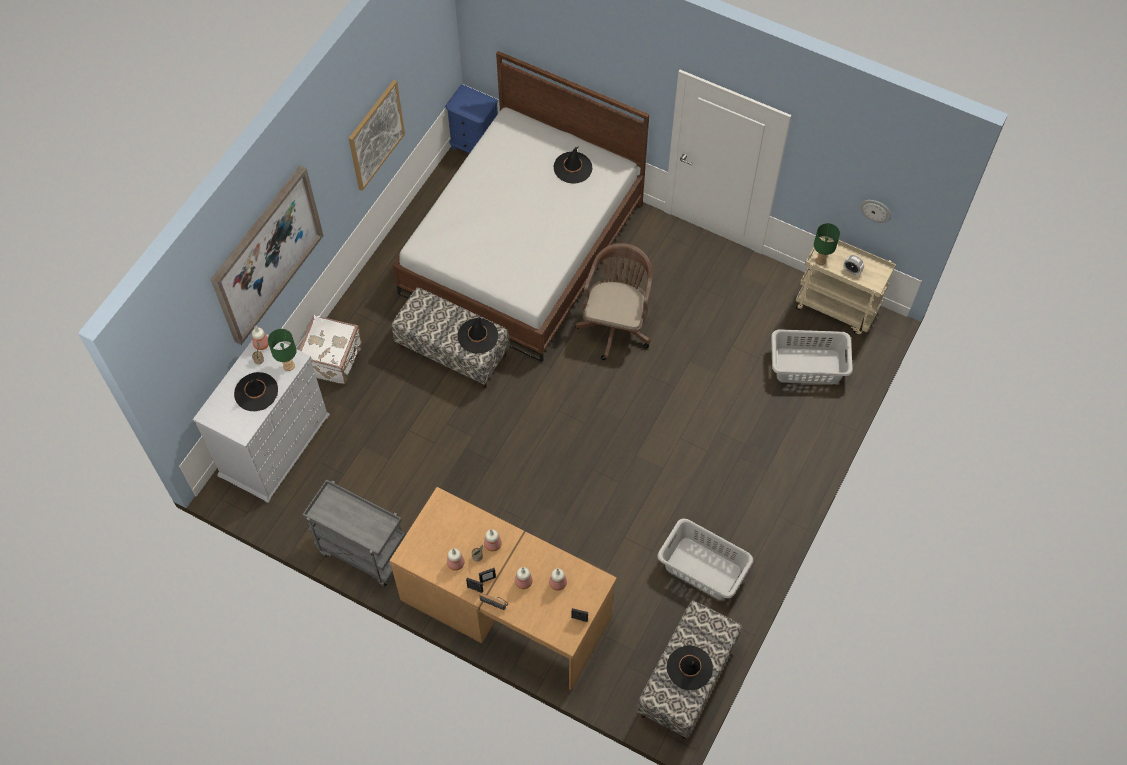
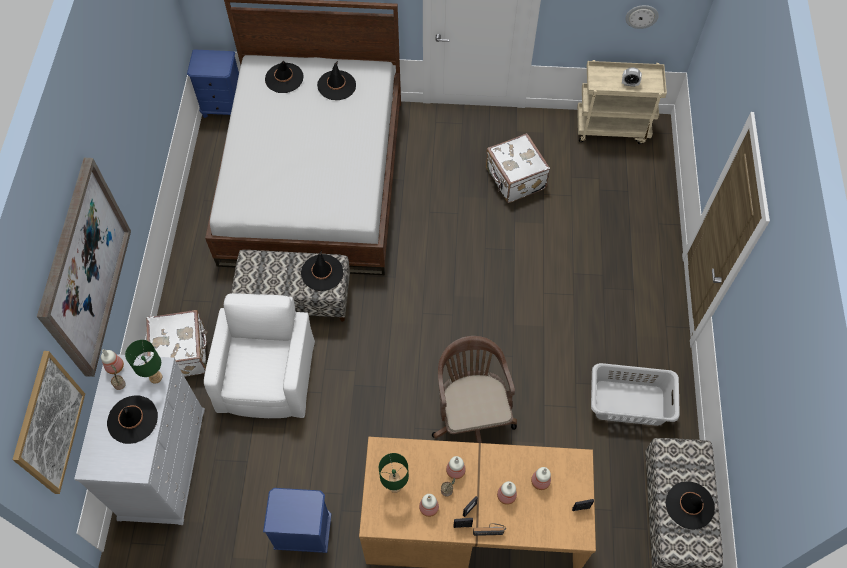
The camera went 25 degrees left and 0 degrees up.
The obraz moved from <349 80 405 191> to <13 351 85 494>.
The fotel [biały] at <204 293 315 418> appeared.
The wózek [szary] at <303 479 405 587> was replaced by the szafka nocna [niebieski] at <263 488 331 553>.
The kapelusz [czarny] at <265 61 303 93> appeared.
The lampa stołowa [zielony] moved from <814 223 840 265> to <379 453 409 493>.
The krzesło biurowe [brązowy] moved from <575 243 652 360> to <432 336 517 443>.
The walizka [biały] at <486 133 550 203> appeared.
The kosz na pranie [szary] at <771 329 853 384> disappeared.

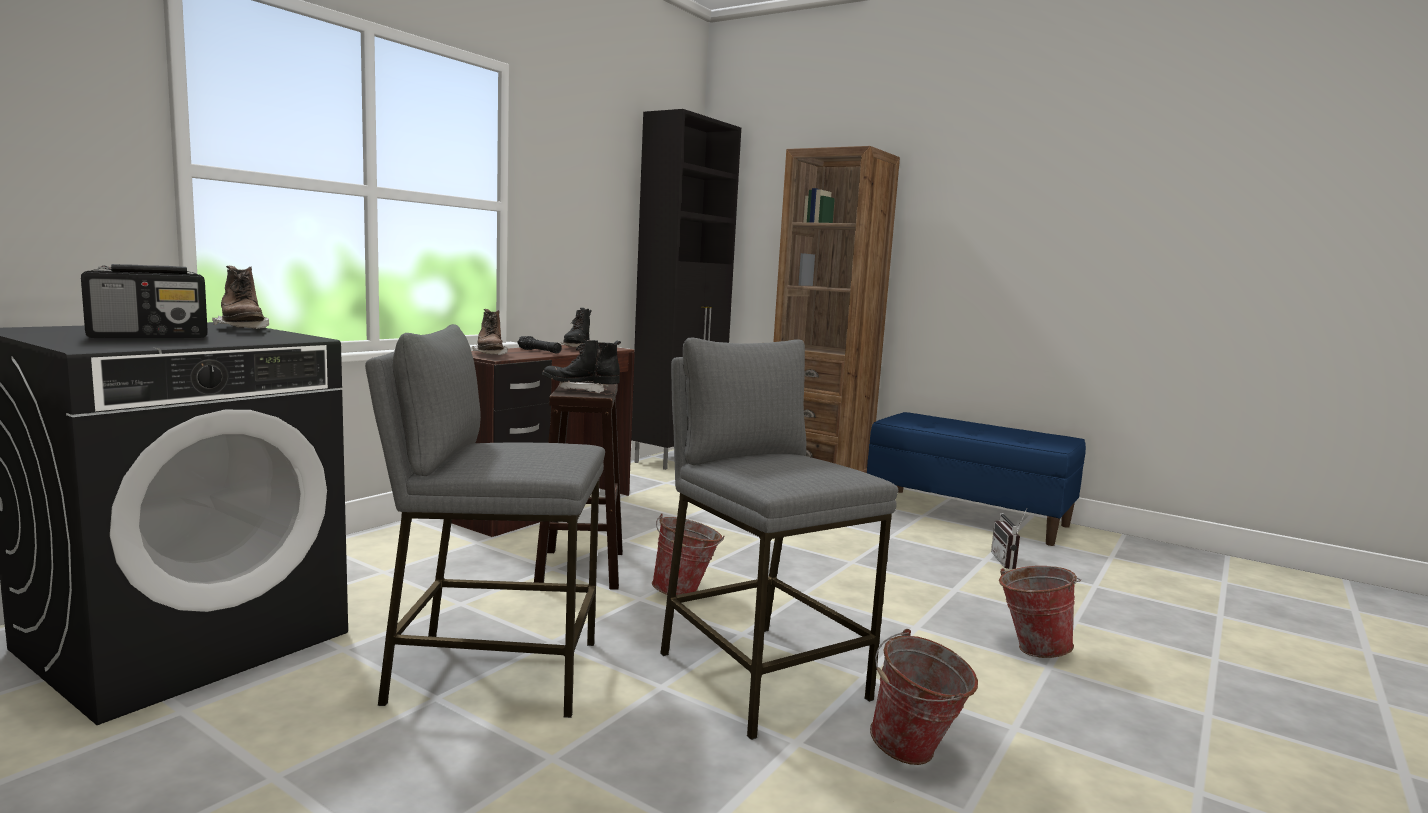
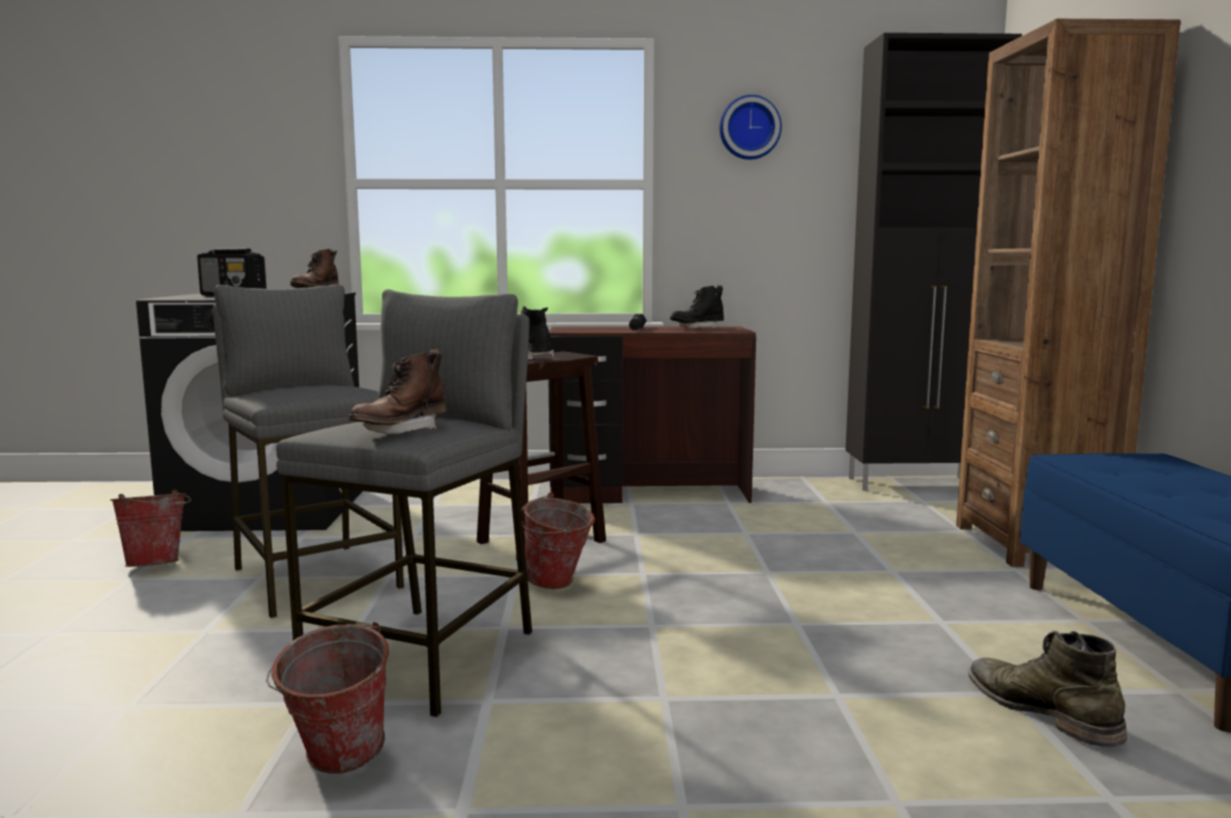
The camera went 55 degrees right and 0 degrees up.
The wiadro moved from <999 566 1081 658> to <110 490 191 567>.
The but z cholewką [brązowy] moved from <472 309 508 355> to <348 349 446 434>.
The zegar ścienny at <720 95 782 160> appeared.
The radio at <991 508 1027 569> was replaced by the but z cholewką [zielony] at <968 631 1127 747>.

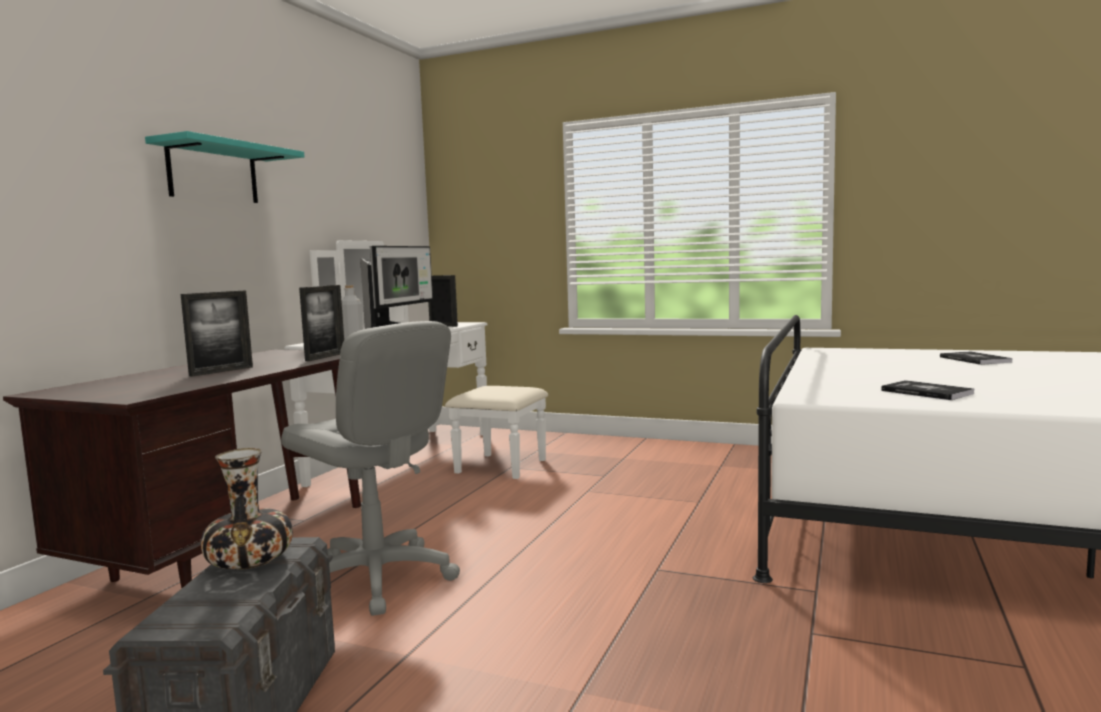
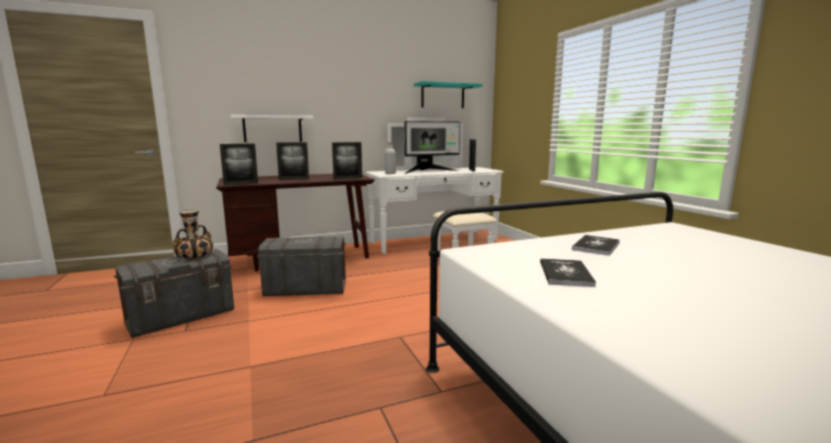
The camera went 45 degrees right and 5 degrees up.
The ramka na zdjęcie at <220 144 258 185> appeared.
The półka [biały] at <231 115 313 142> appeared.
The krzesło biurowe [szary] at <281 321 460 616> was replaced by the pojemnik do przechowywania [szary] at <257 236 346 296>.
The półka [turkusowy] moved from <145 131 305 203> to <414 81 483 108>.
The książka moved from <940 351 1013 365> to <572 235 620 256>.

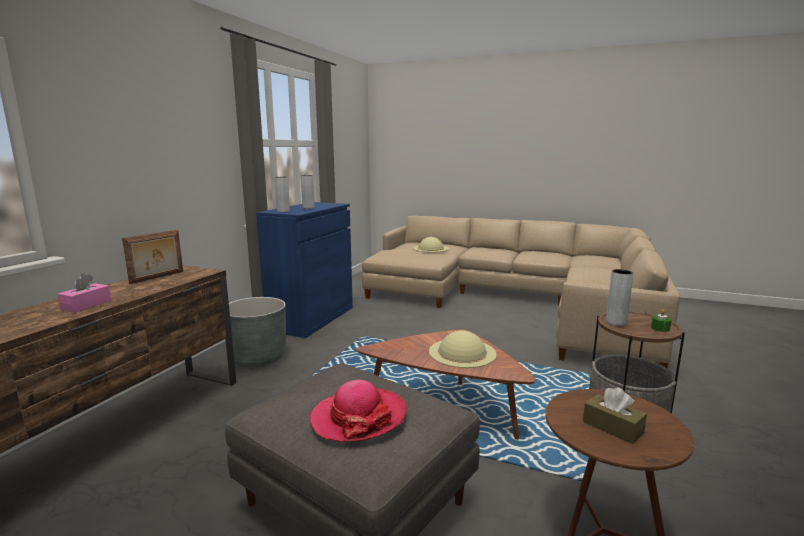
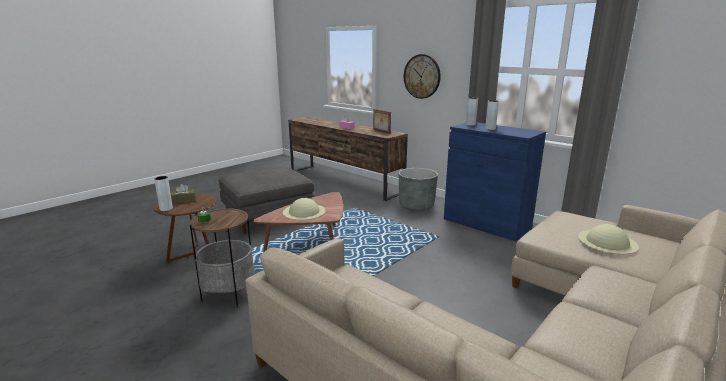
The camera went 110 degrees right and 5 degrees up.
The wazon [szary] moved from <606 269 634 326> to <154 176 173 211>.
The zegar ścienny at <404 54 441 99> appeared.
The kapelusz at <309 380 407 442> disappeared.

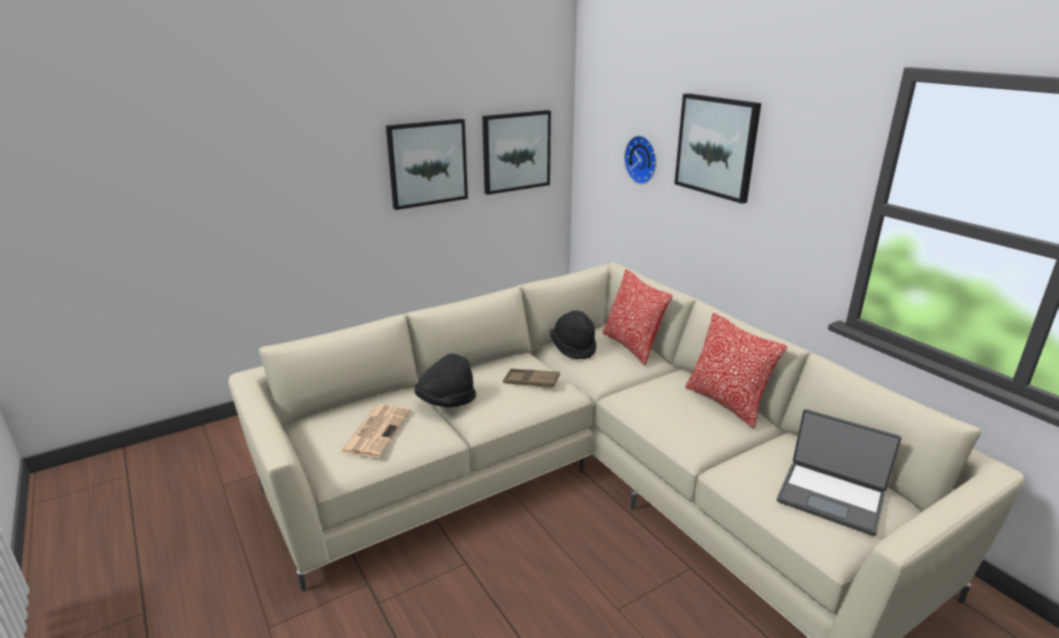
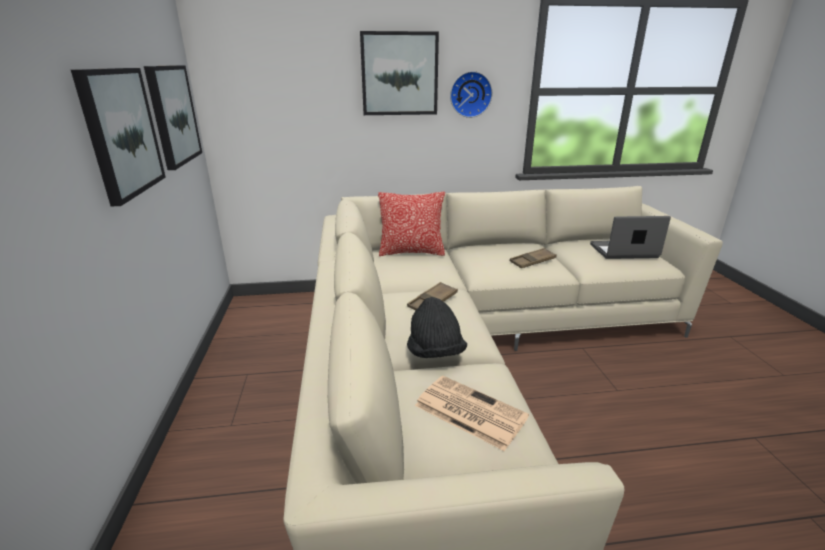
The camera went 65 degrees left and 0 degrees up.
The zegar ścienny moved from <624 135 657 184> to <450 71 492 118>.
The taca [brązowy] at <510 248 557 268> appeared.
The laptop at <777 409 902 536> turned 150 degrees counterclockwise.
The kapelusz [czarny] at <550 310 596 359> disappeared.
The poduszka at <685 313 787 429> disappeared.

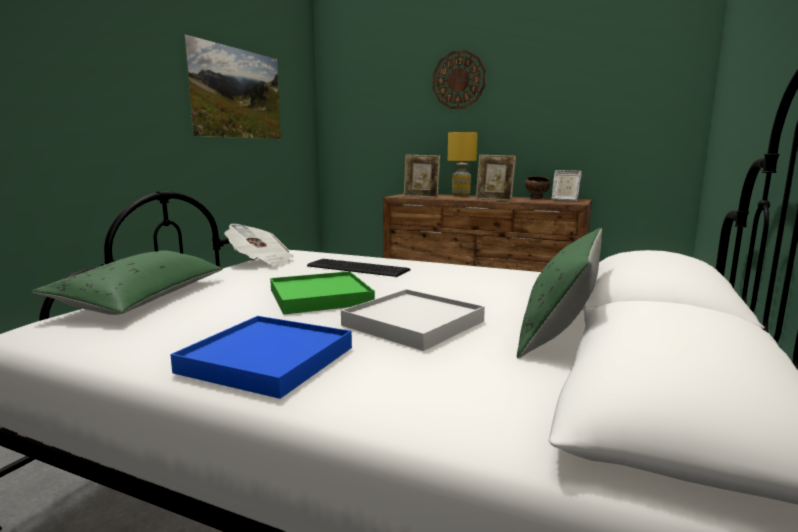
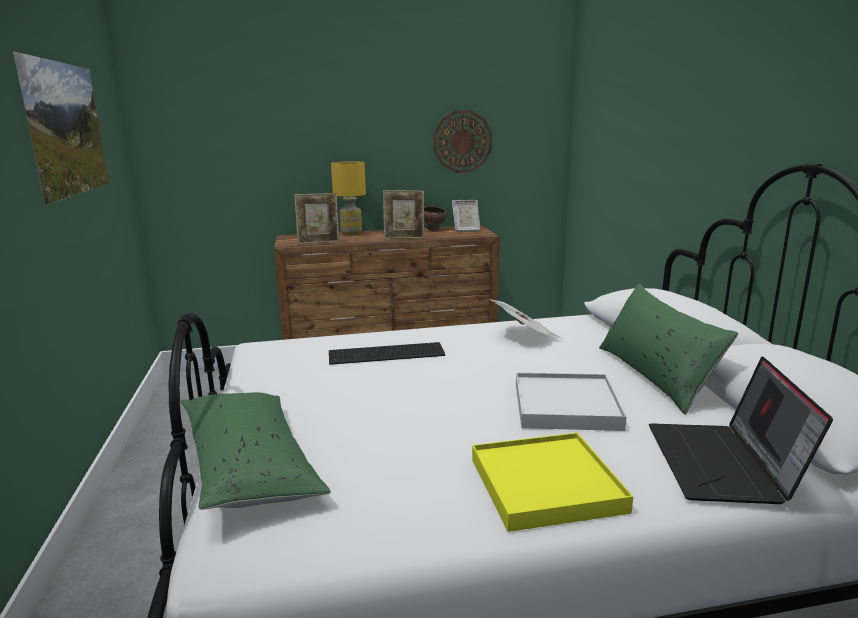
The camera went 35 degrees left and 5 degrees up.
The zegar ścienny moved from <432 50 486 109> to <433 110 492 173>.
The taca [niebieski] at <170 316 352 399> became the taca [żółty] at <472 433 633 532>.
The gazeta moved from <224 224 293 267> to <488 299 562 338>.
The laptop at <649 356 833 504> appeared.
The taca [zielony] at <270 271 375 315> disappeared.

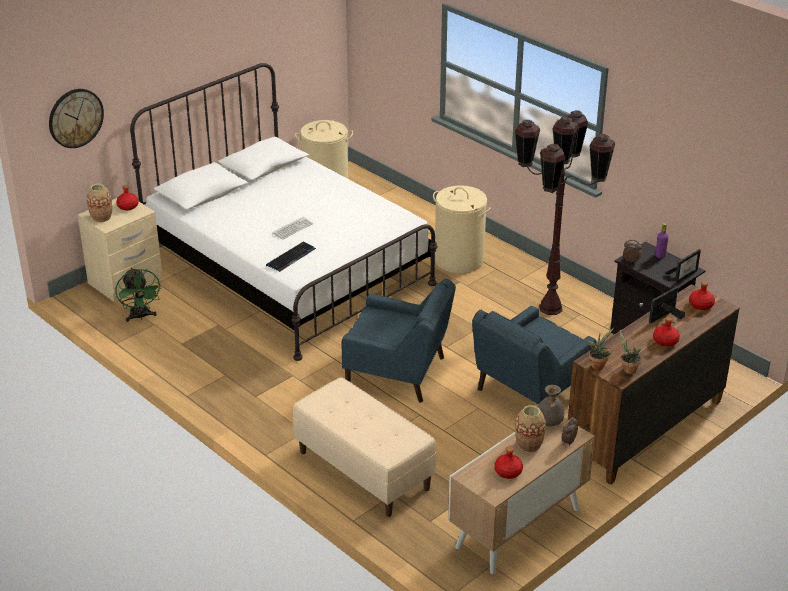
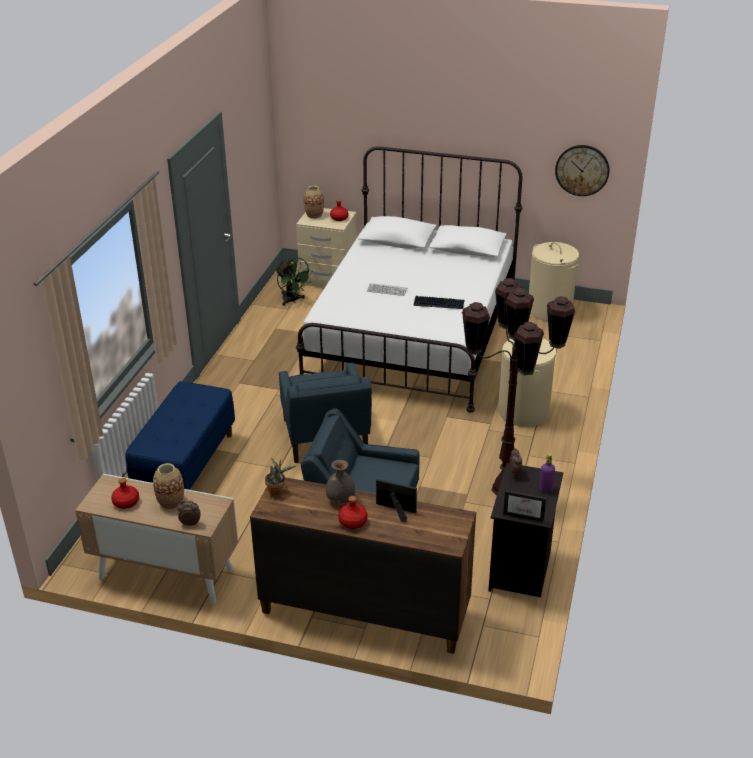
The camera went 60 degrees right and 0 degrees up.
The ławka [beżowy] at <293 377 437 517> became the ławka [niebieski] at <125 381 235 490>.
The wentylator [zielony] at <115 268 161 322> turned 75 degrees counterclockwise.
The wazon [szary] moved from <538 385 564 427> to <326 460 356 503>.
The klawiatura moved from <266 242 316 272> to <413 296 464 309>.
The zegar ścienny moved from <49 89 104 148> to <555 145 609 196>.
The roślina doniczkowa at <620 331 641 374> disappeared.
The butelka [czerwony] at <689 281 715 310> disappeared.

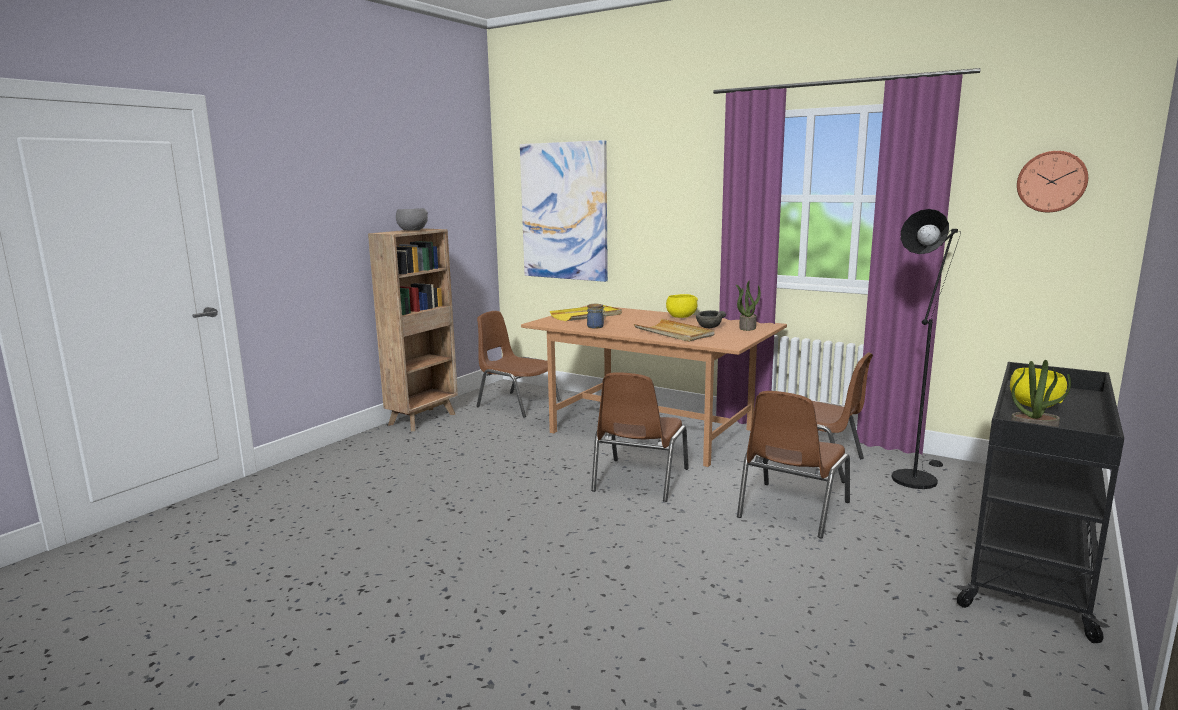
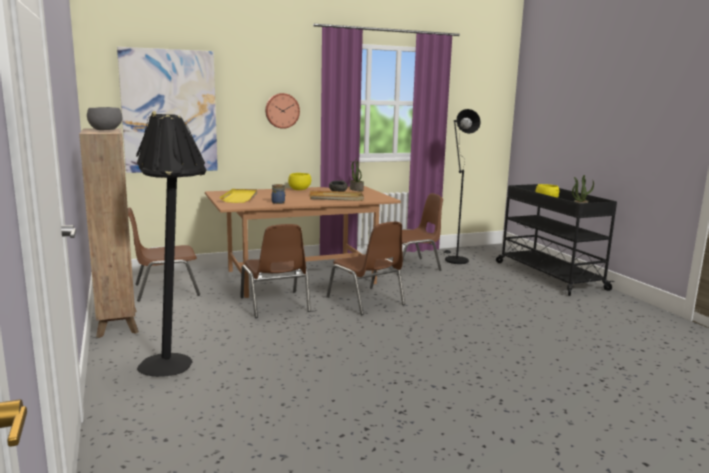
The camera went 55 degrees left and 0 degrees up.
The lampa stojąca [czarny] at <136 111 206 377> appeared.
The krzesło [brązowy] moved from <737 391 850 539> to <240 224 311 318>.
The zegar ścienny moved from <1017 151 1088 212> to <265 93 300 129>.

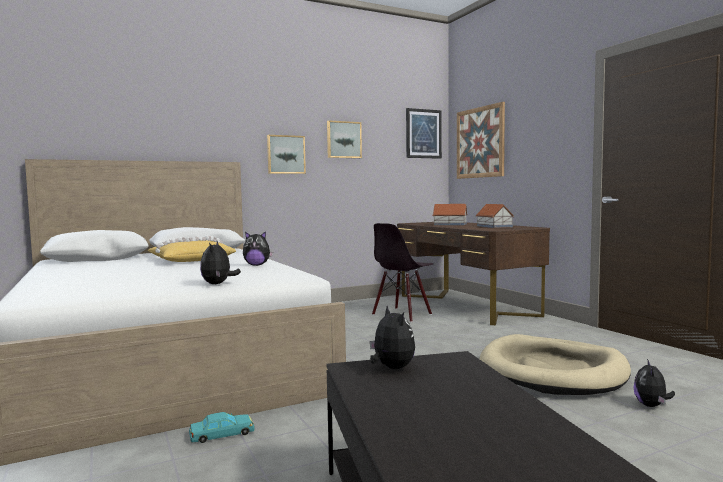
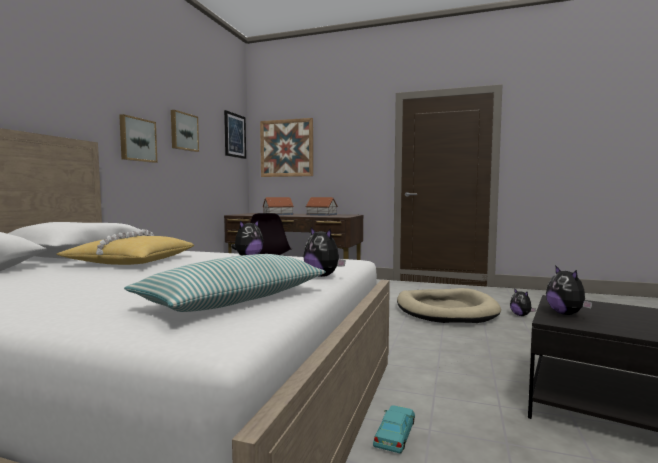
The camera went 45 degrees left and 0 degrees up.
The poduszka at <124 254 326 312> appeared.
The pluszak at <370 306 415 369> turned 120 degrees counterclockwise.

